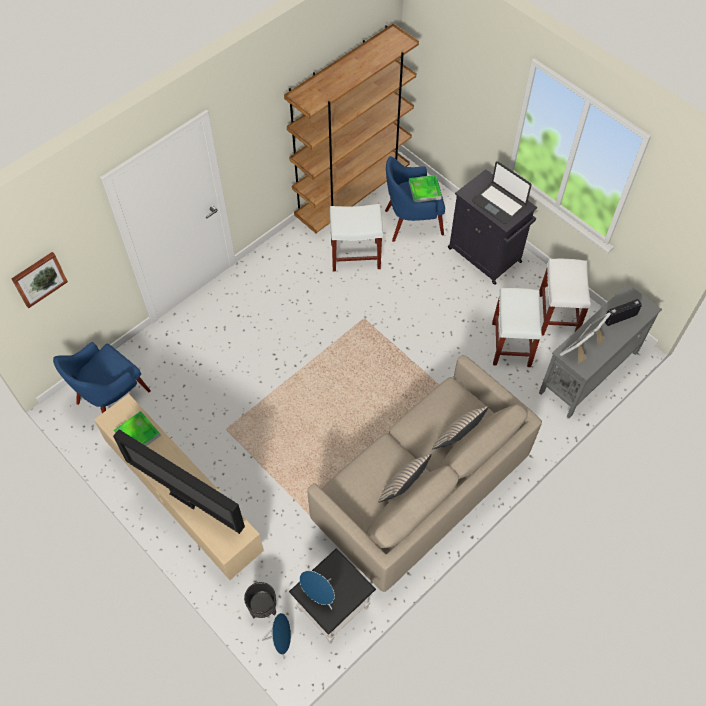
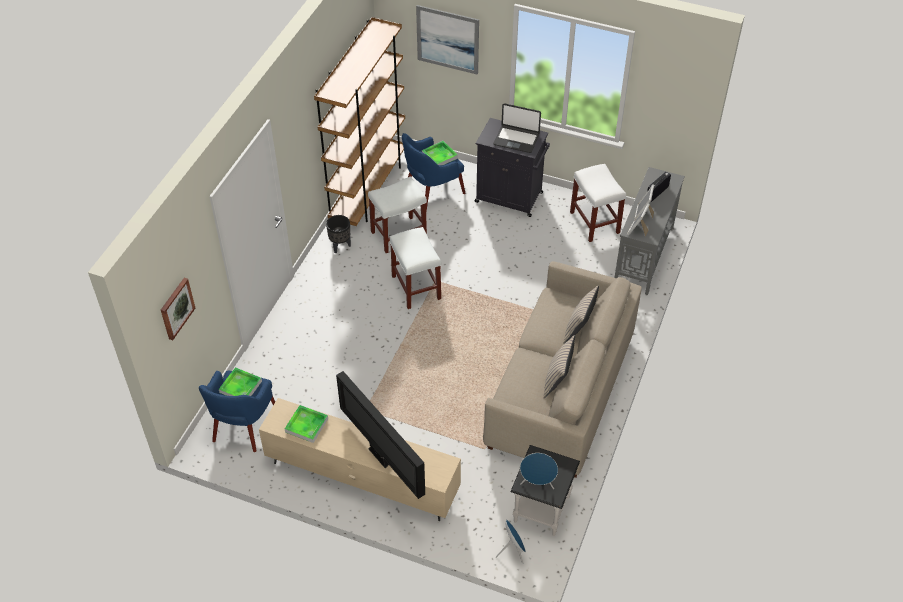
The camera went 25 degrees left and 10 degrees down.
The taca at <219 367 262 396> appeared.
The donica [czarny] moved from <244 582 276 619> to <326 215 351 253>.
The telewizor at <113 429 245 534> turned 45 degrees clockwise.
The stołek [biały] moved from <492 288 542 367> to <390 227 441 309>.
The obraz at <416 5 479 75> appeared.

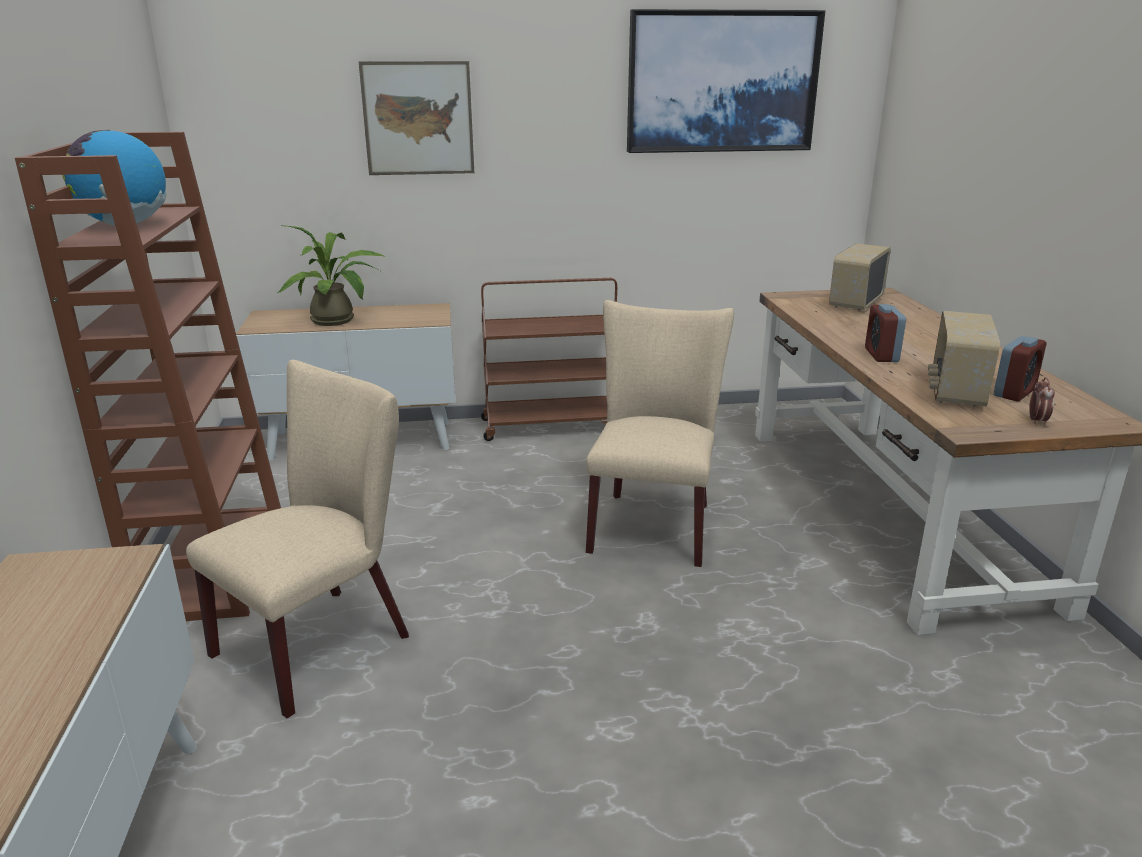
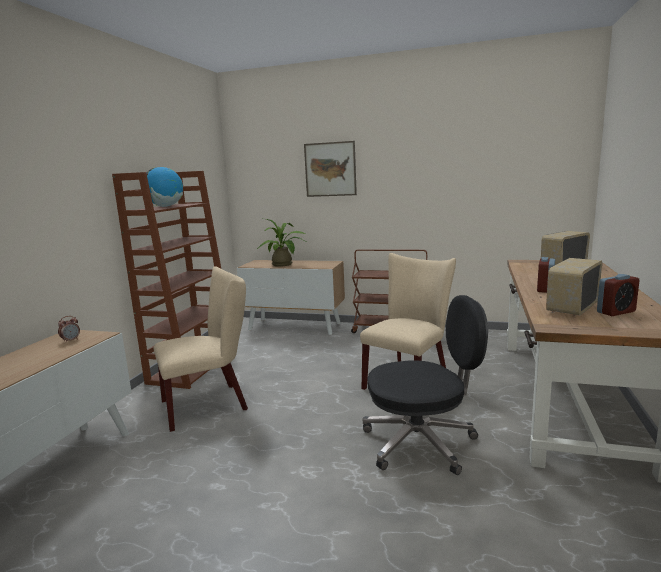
The camera went 25 degrees right and 10 degrees down.
The budzik moved from <1029 377 1055 426> to <58 316 80 343>.
The krzesło biurowe [czarny] at <363 295 488 475> appeared.
The obraz at <627 9 825 153> disappeared.

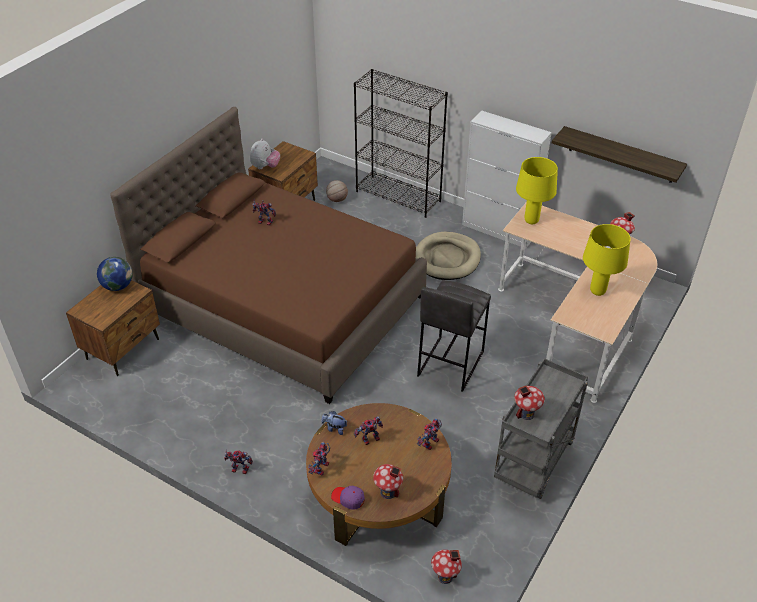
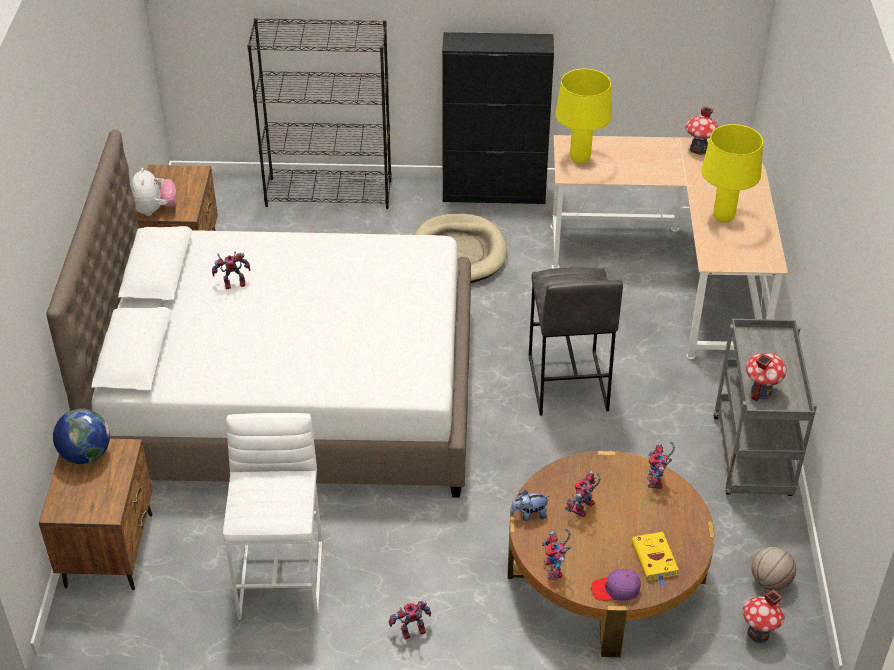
The camera went 30 degrees left and 0 degrees up.
The łóżko [brązowy] at <110 107 427 404> became the łóżko [biały] at <46 129 471 498>.
The stołek [biały] at <223 413 322 620> appeared.
The szafka [biały] at <462 111 552 248> became the szafka [czarny] at <442 32 554 204>.
The domek at <373 464 403 499> was replaced by the książka [żółty] at <632 532 679 587>.
The piłka do koszykówki moved from <326 180 348 202> to <752 547 796 591>.
The półka at <552 126 687 183> disappeared.

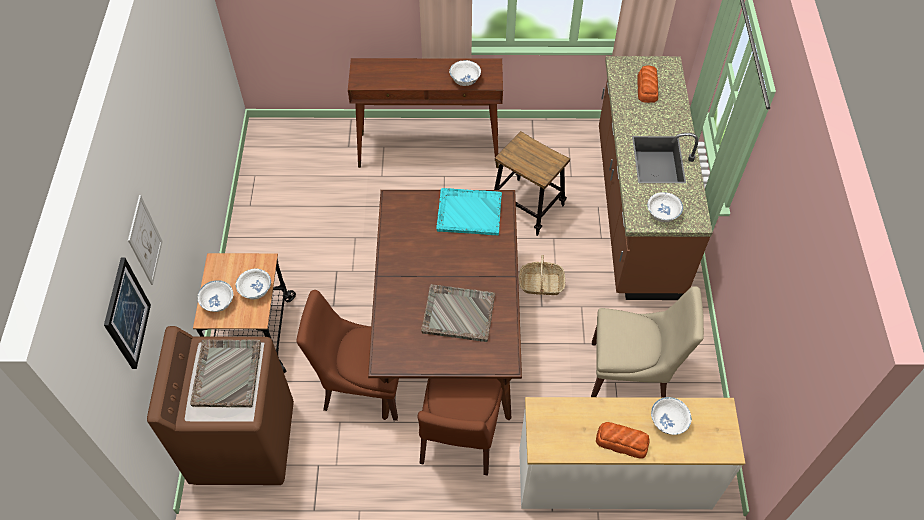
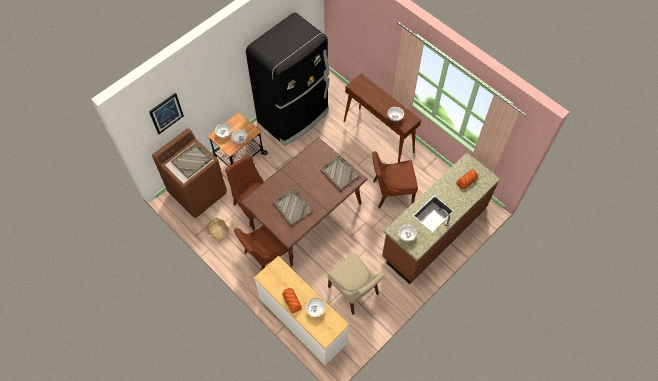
The camera went 45 degrees right and 5 degrees up.
The koszyk moved from <519 255 565 295> to <206 218 230 241>.
The lodówka [czarny] at <246 13 329 146> appeared.
The taca [turkusowy] at <436 188 502 235> became the taca [szary] at <320 155 360 191>.
The stołek at <494 131 570 236> was replaced by the krzesło [brązowy] at <372 151 418 209>.
The obraz at <128 195 163 285> disappeared.

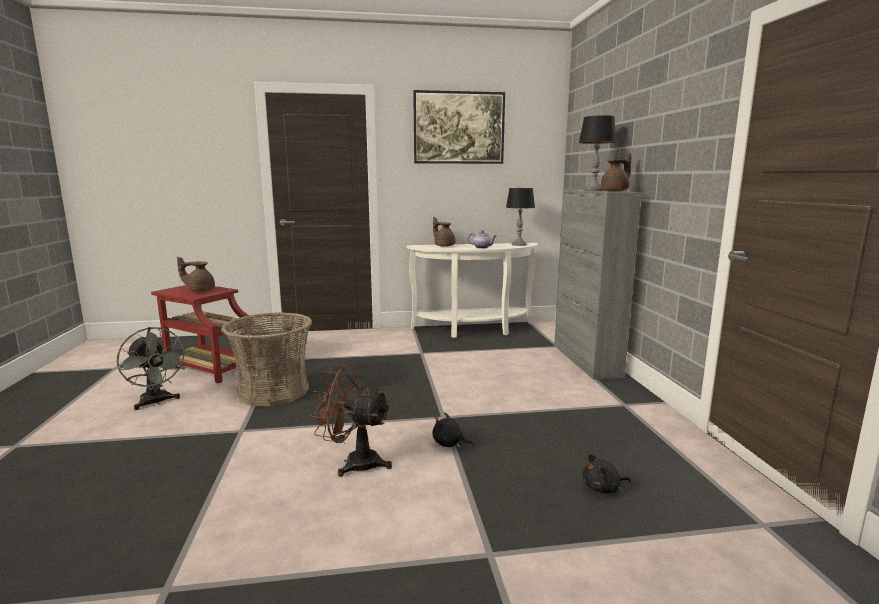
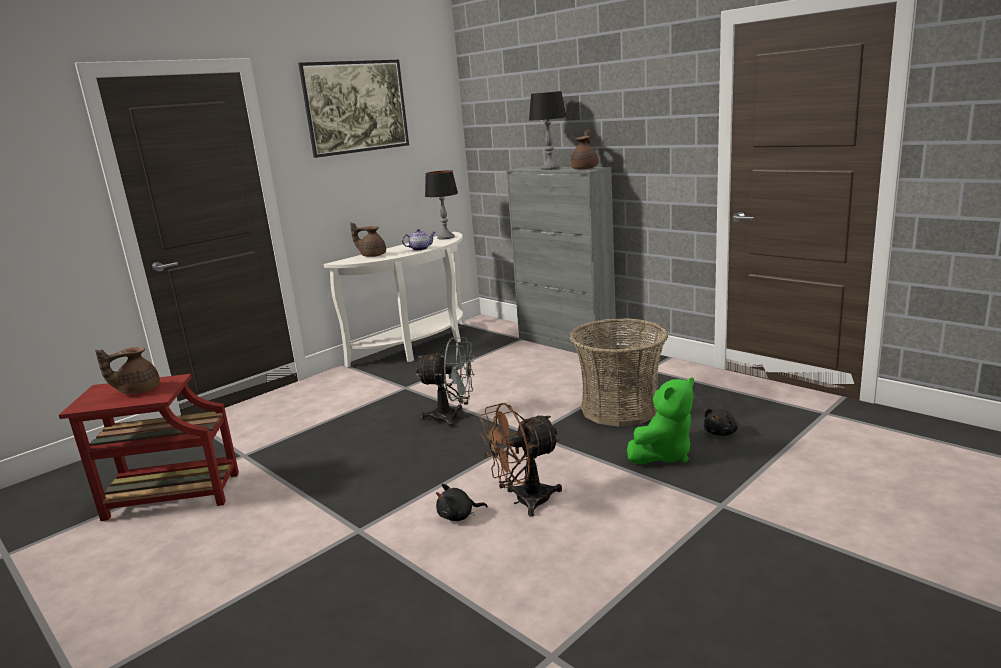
The camera went 35 degrees left and 5 degrees up.
The wentylator [szary] moved from <117 327 188 410> to <416 337 475 428>.
The pluszak [czarny] moved from <432 412 475 448> to <436 484 488 521>.
The koszyk moved from <221 312 312 406> to <569 318 668 427>.
The pluszak [zielony] at <627 377 694 464> appeared.

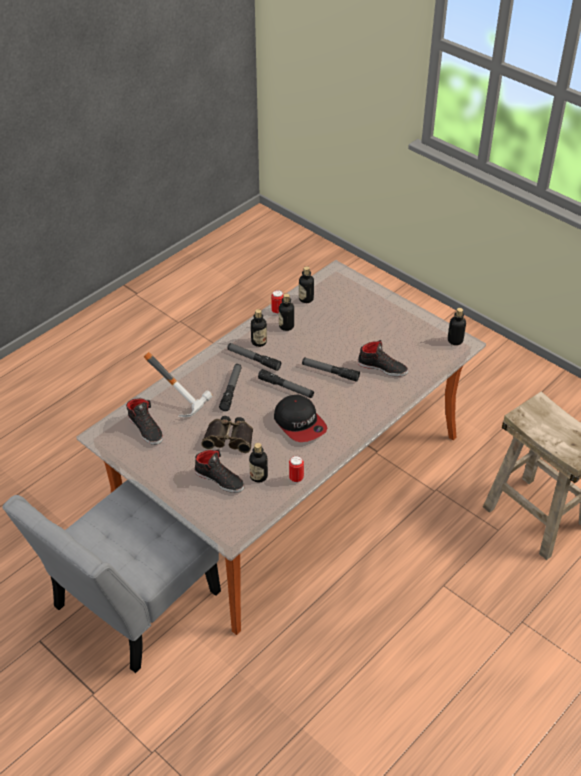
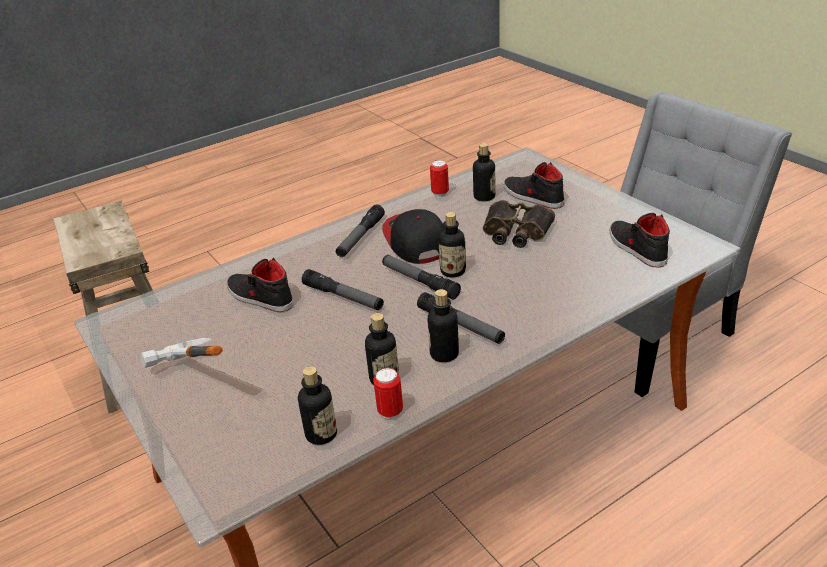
The camera went 165 degrees left and 10 degrees down.
The młotek moved from <144 352 213 417> to <141 338 223 368>.
The latarka moved from <219 364 242 411> to <336 204 385 257>.
The butelka moved from <448 308 466 345> to <438 212 466 277>.

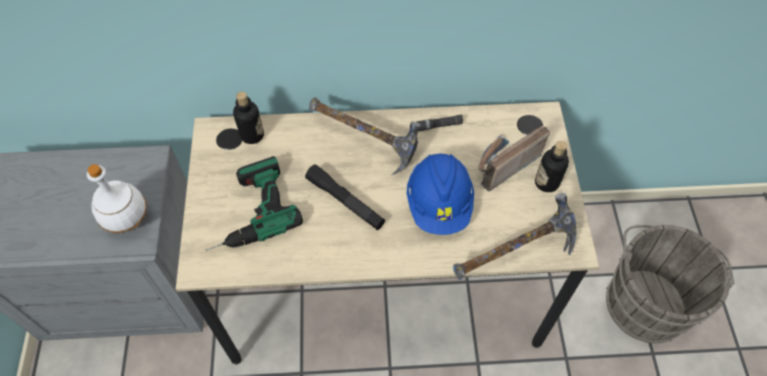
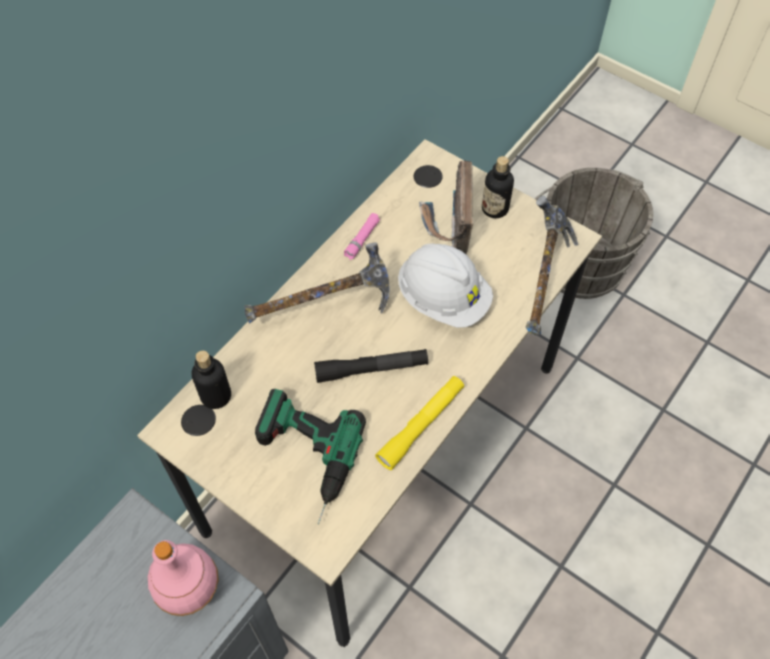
The camera went 50 degrees left and 0 degrees up.
The butelka [biały] at <87 164 147 233> became the butelka [różowy] at <148 540 219 616>.
The latarka [czarny] at <416 115 463 131> became the latarka [różowy] at <344 213 380 260>.
The latarka [żółty] at <375 376 464 470> appeared.
The kask [niebieski] at <407 153 474 235> became the kask [biały] at <398 244 493 328>.

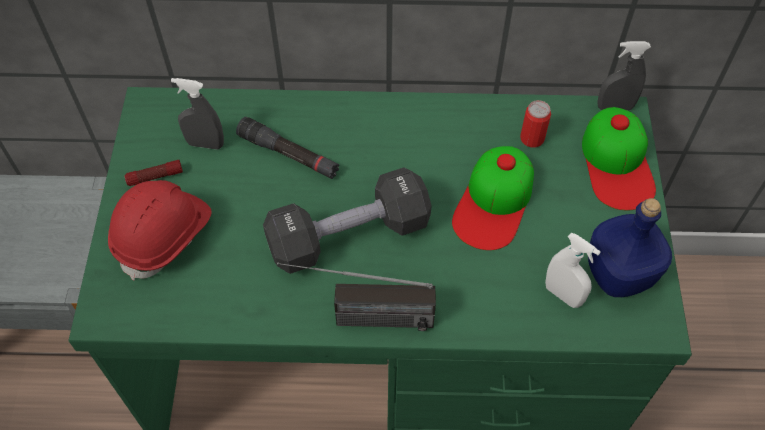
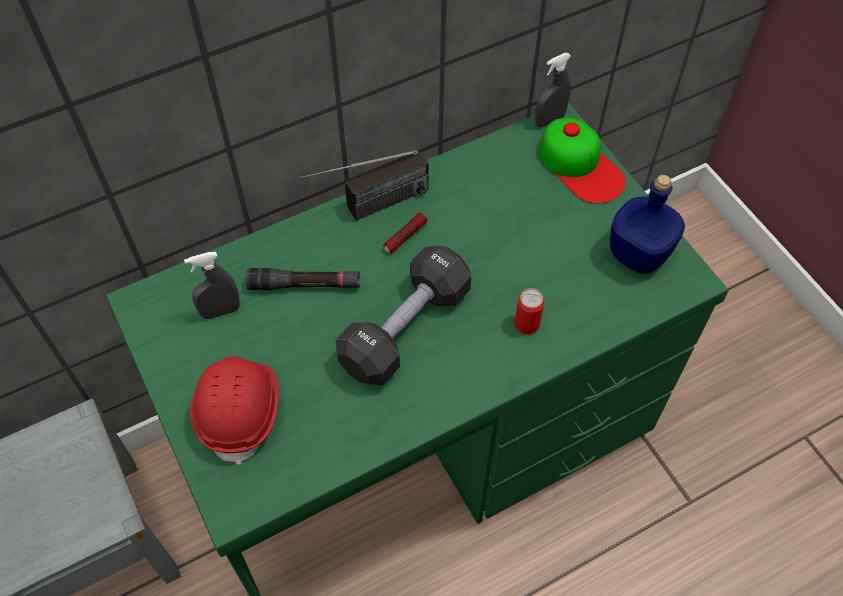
The camera went 30 degrees left and 0 degrees up.
The radio moved from <277 262 436 331> to <299 150 429 221>.
The latarka moved from <125 160 183 186> to <383 212 427 254>.
The puszka moved from <520 100 551 148> to <514 288 544 334>.
The czapka z daszkiem at <452 146 534 250> disappeared.
The spryskiwacz [biały] at <545 233 601 308> disappeared.

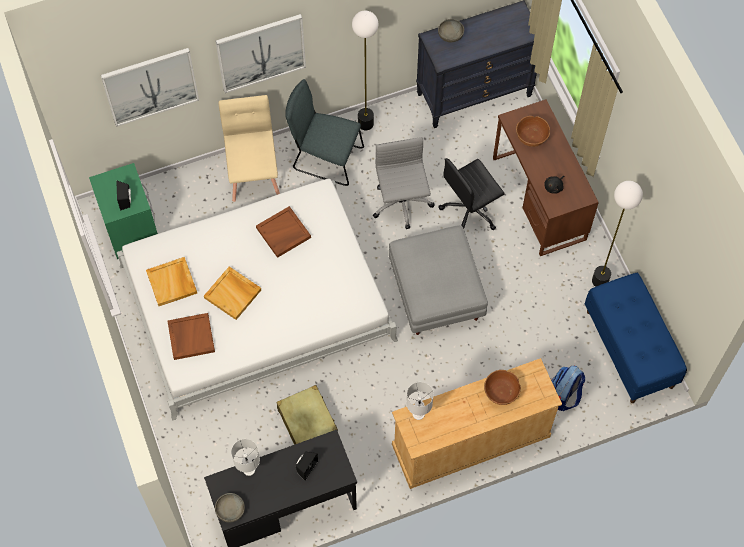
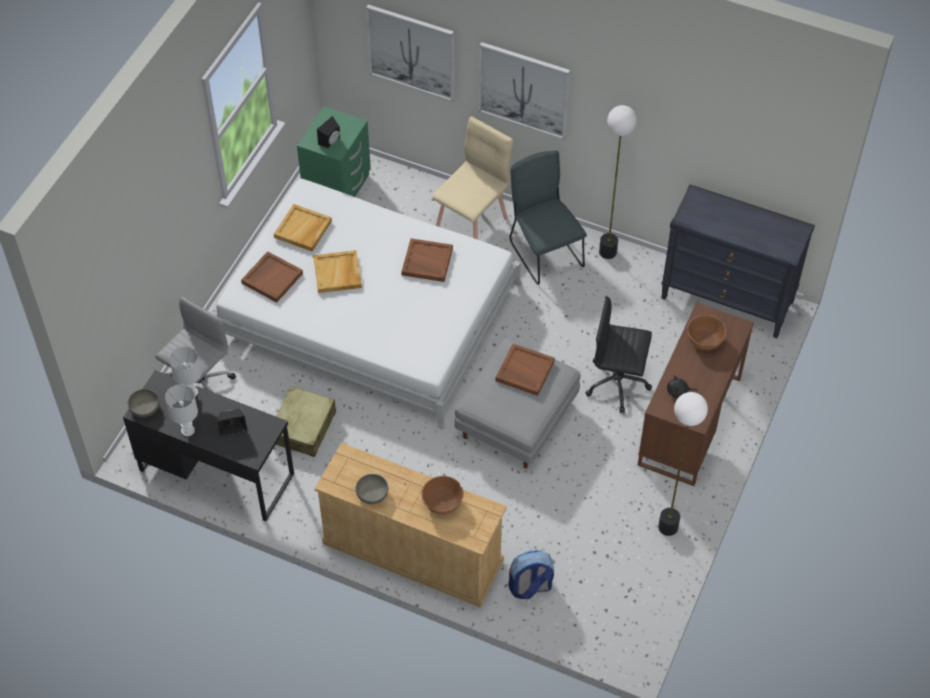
The camera went 45 degrees right and 10 degrees down.
The krzesło biurowe [szary] moved from <373 137 435 229> to <155 296 236 392>.
The lampa stołowa [biały] moved from <407 382 434 420> to <165 384 198 436>.
The miska [szary] moved from <438 19 464 42> to <356 474 388 504>.
The taca [brązowy] at <496 344 555 396> appeared.
The ławka [niebieski] at <585 273 687 403> disappeared.

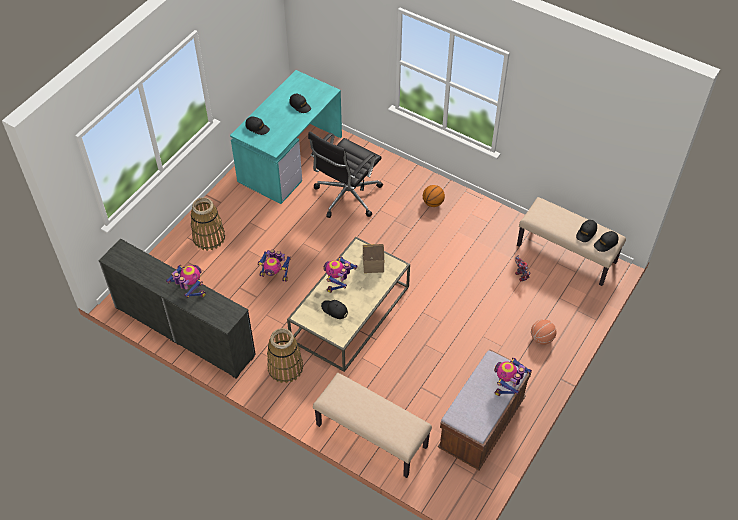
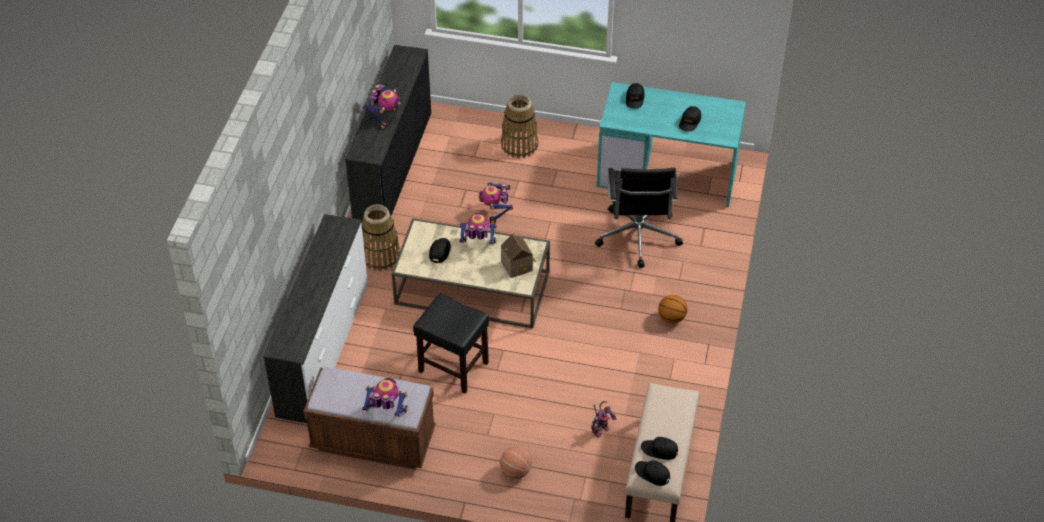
The camera went 70 degrees right and 5 degrees down.
The ławka [beżowy] at <313 373 432 478> was replaced by the komoda [biały] at <263 214 368 424>.
The stołek [czarny] at <413 293 489 393> appeared.
The krzesło biurowe [czarny] at <308 131 383 218> turned 105 degrees counterclockwise.

